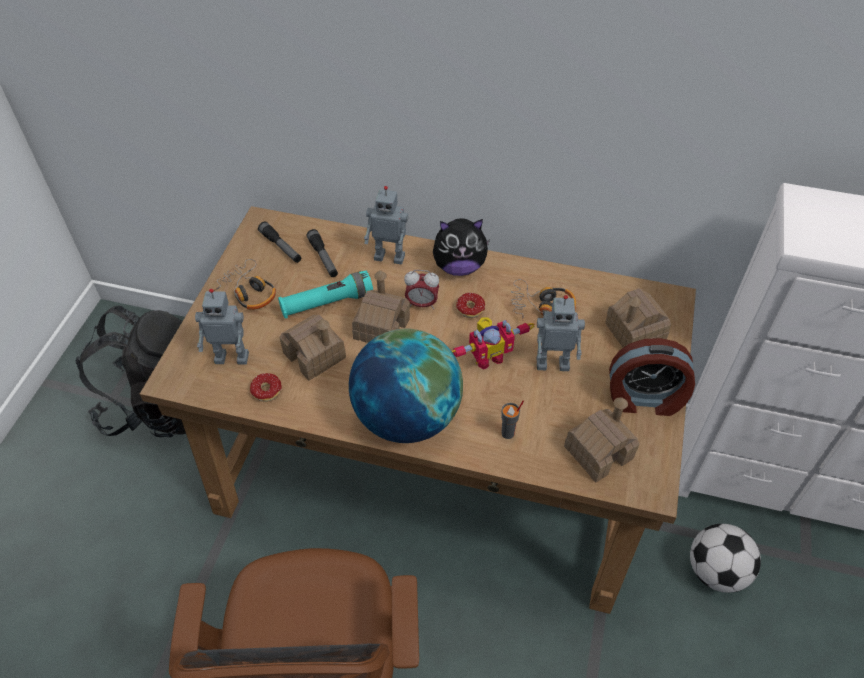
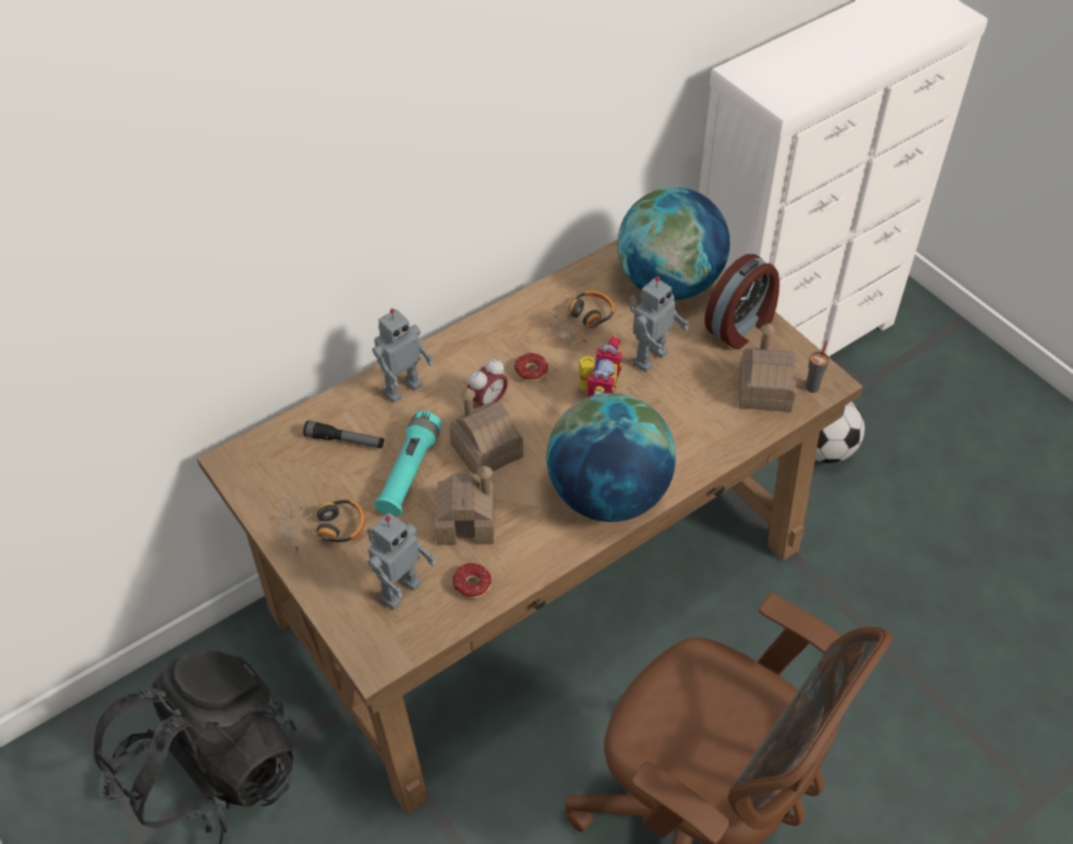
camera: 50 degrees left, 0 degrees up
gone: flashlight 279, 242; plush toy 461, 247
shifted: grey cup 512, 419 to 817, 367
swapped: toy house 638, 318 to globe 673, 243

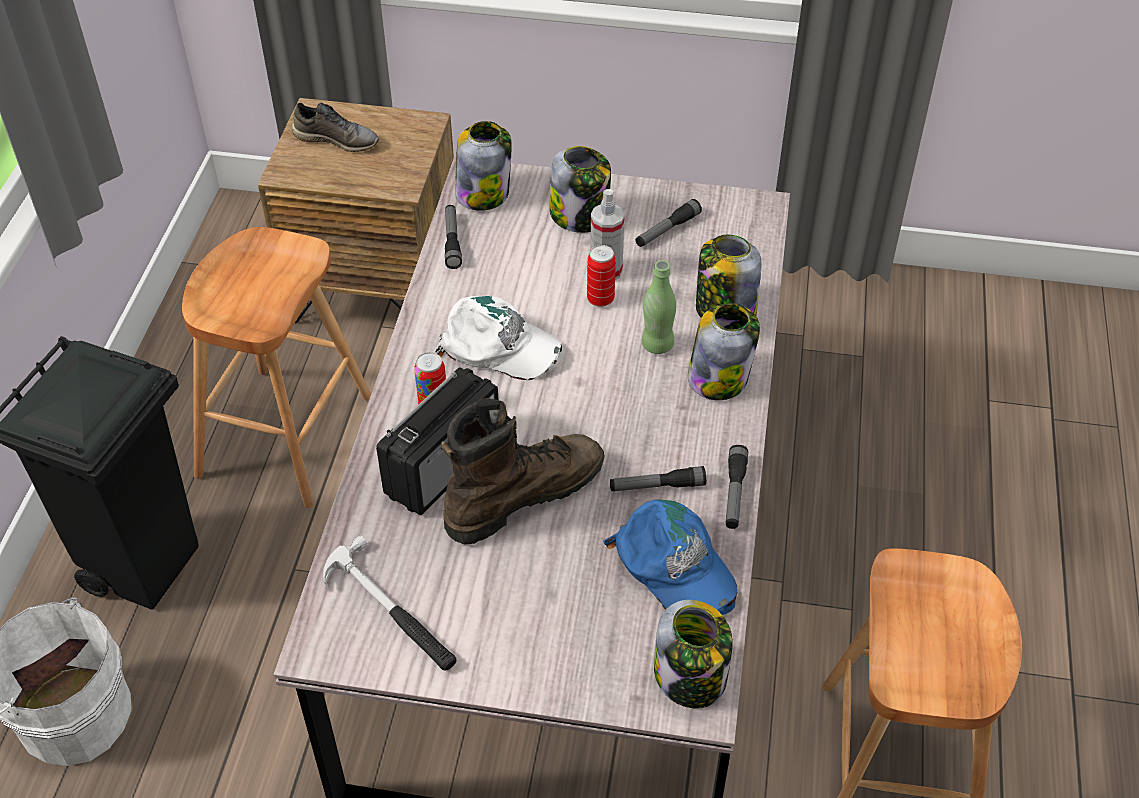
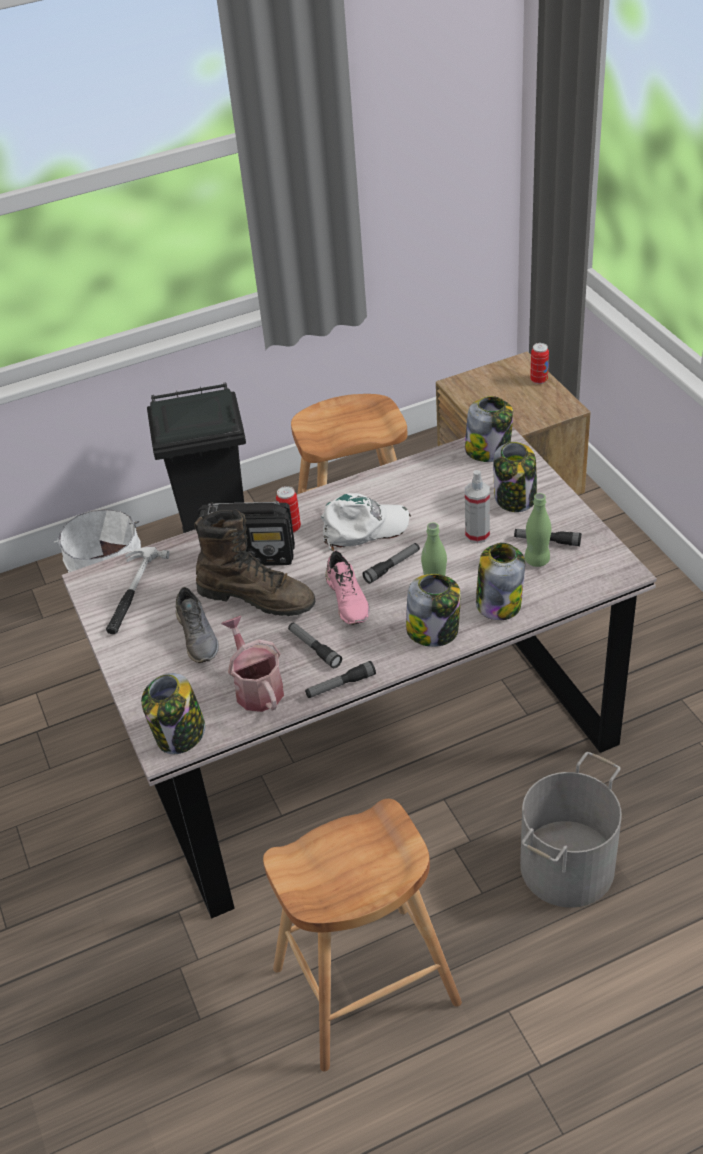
camera: 60 degrees right, 5 degrees down
new: pink shoe 347, 588; grey bucket 571, 830; green bottle 538, 530
shifted: grey shoe 335, 127 to 197, 625; flashlight 453, 237 to 391, 563; can 601, 276 to 539, 363
swapped: blue cap 670, 557 to watering can 252, 664
rotated: white cap 498, 338 = 366, 522 90 degrees counterclockwise

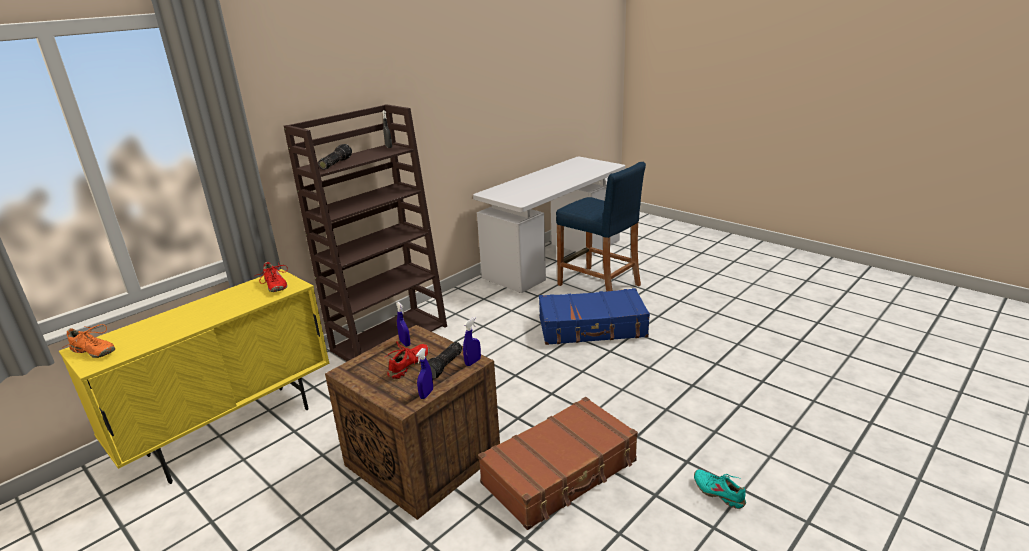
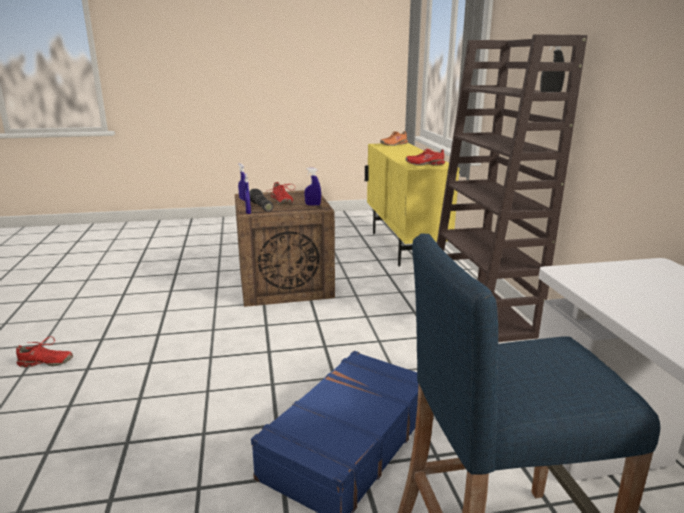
camera: 125 degrees right, 5 degrees down
gone: flashlight 335, 157; brown suitcase 558, 463
repainted: turquoise shoe 720, 489 to red shoe 44, 351

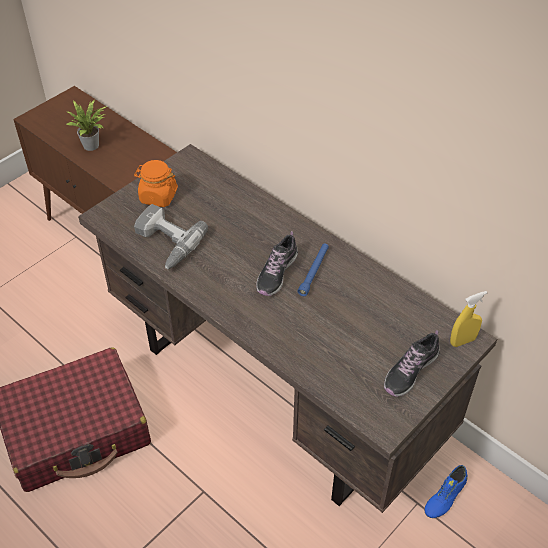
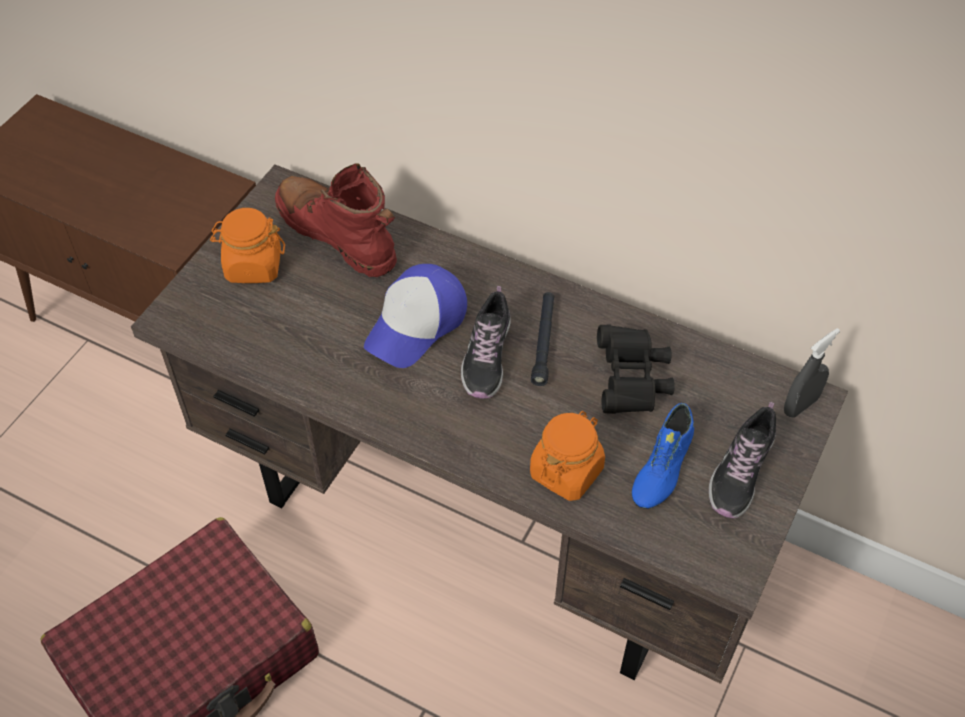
camera: 15 degrees left, 5 degrees up
gone: potted plant 87, 125; power drill 171, 236
new: red boot 336, 220; cap 415, 316; orange jar 567, 456; black binoculars 636, 369
shifted: blue shoe 446, 491 to 663, 456
repainted: blue flashlight 313, 269 to black flashlight 542, 339; yellow spray bottle 468, 319 to grey spray bottle 812, 373

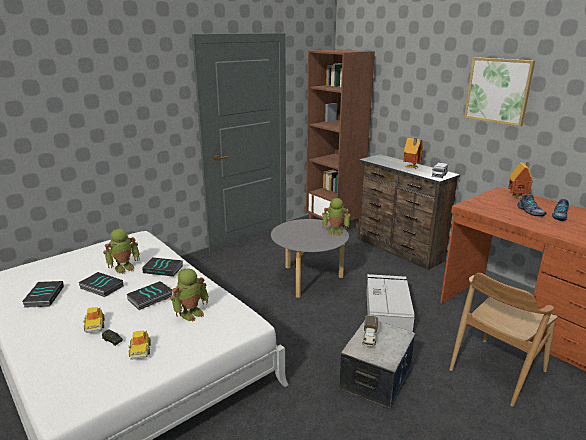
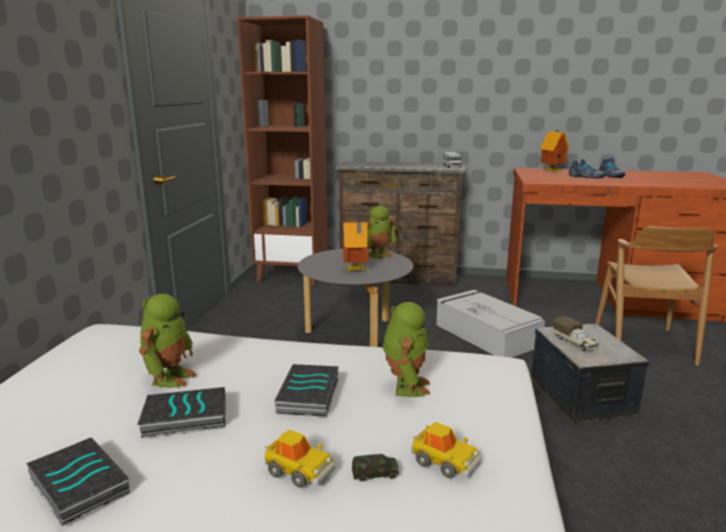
camera: 40 degrees left, 5 degrees down
gone: book 162, 267; picture 499, 91
shifted: toy house 413, 153 to 355, 246

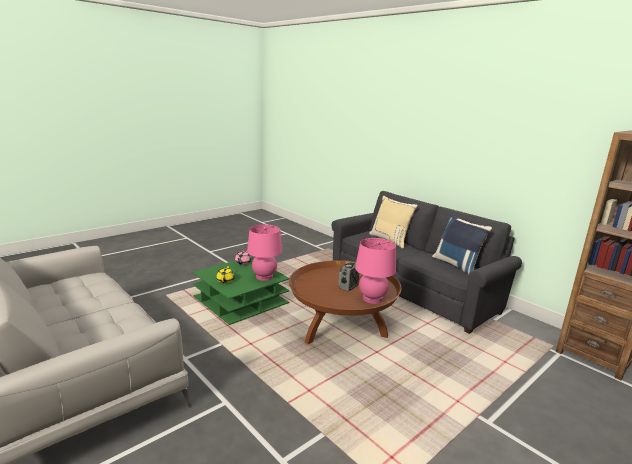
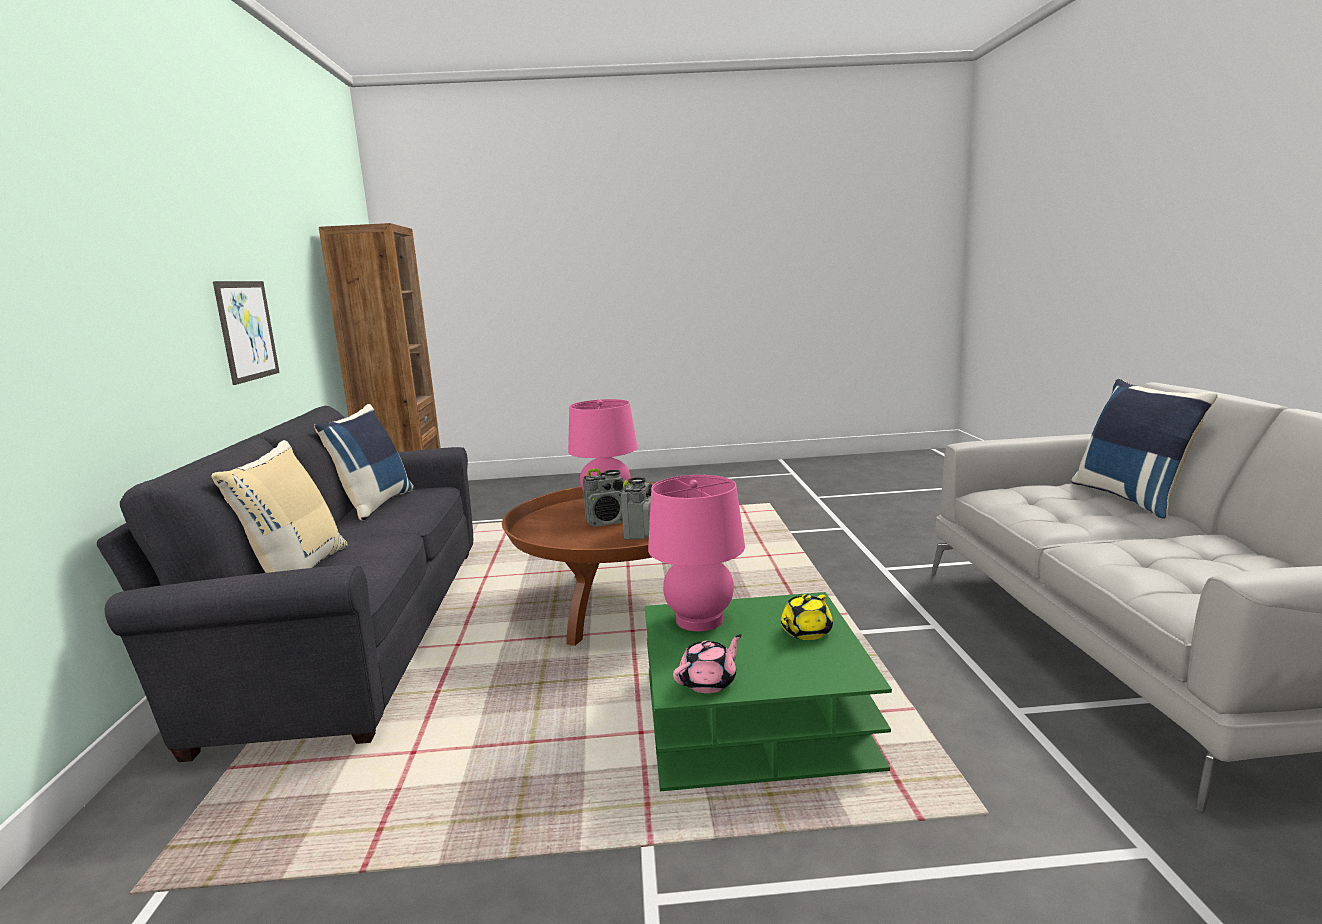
camera: 140 degrees left, 5 degrees down
new: picture 246, 333; radio 636, 508; blue pillow 1144, 449

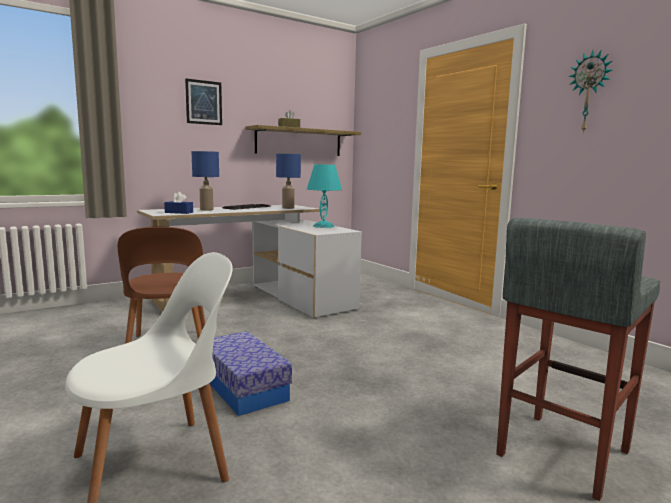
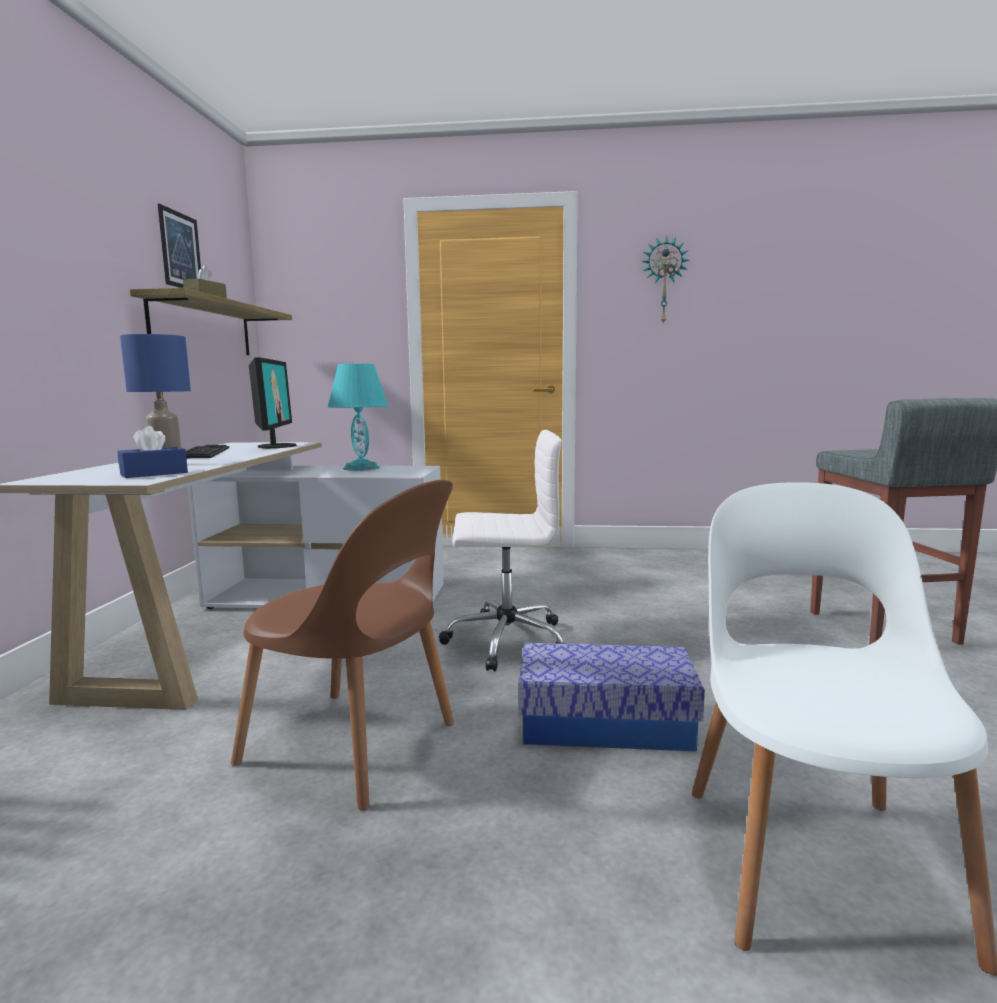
camera: 50 degrees left, 0 degrees up
new: white office chair 502, 551
shifted: picture 203, 101 to 179, 246
swapped: blue table lamp 288, 181 to monitor 273, 402

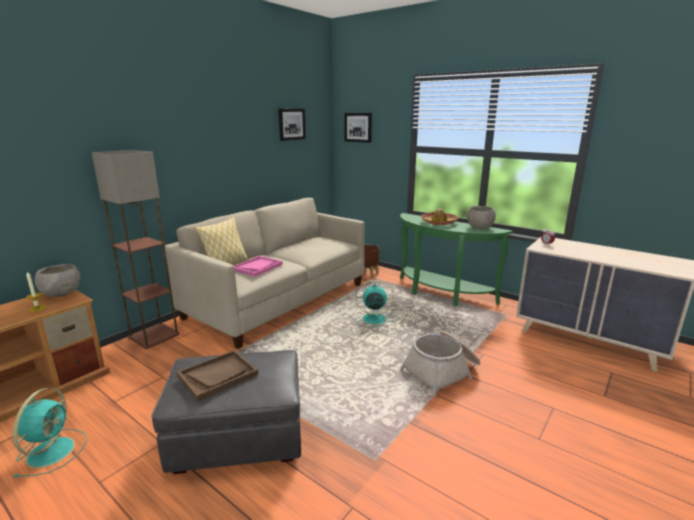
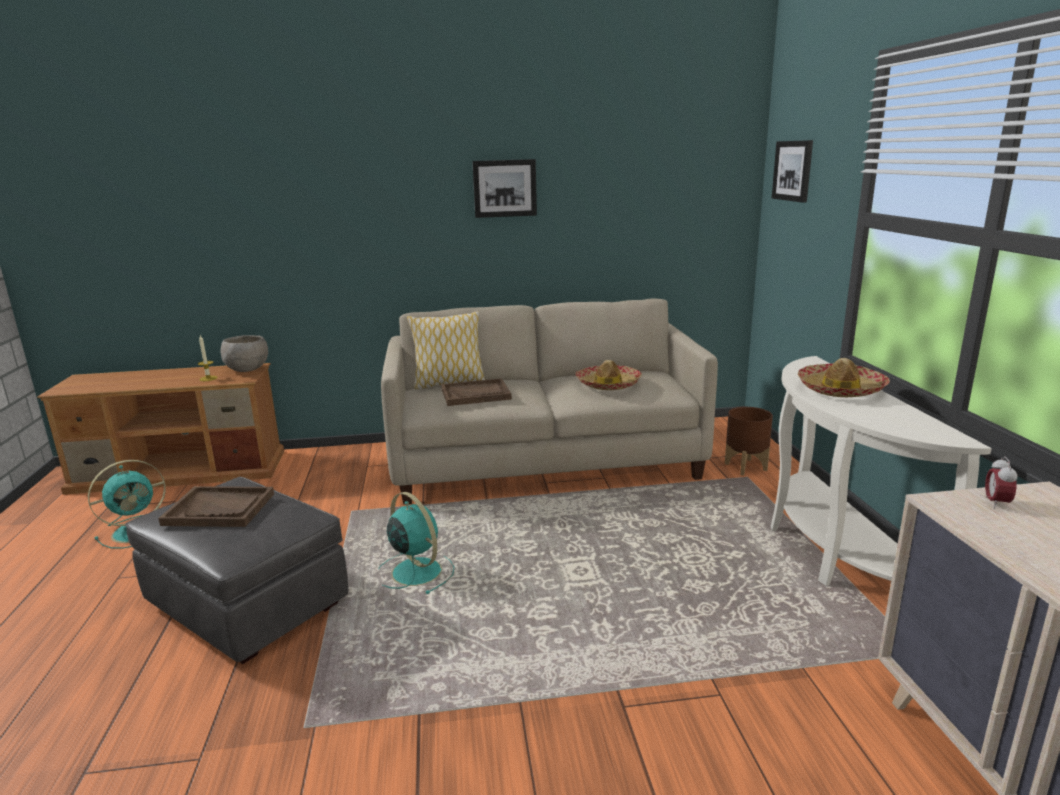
camera: 45 degrees right, 0 degrees up
gone: floor lamp 136, 249; basket 440, 363; grey bowl 481, 217
new: hat 608, 375
shifted: picture 292, 125 to 504, 188; turquoise fan 374, 304 to 416, 543
repainted: pink tray 258, 266 to brown tray 476, 392; green console table 456, 259 to white console table 881, 471

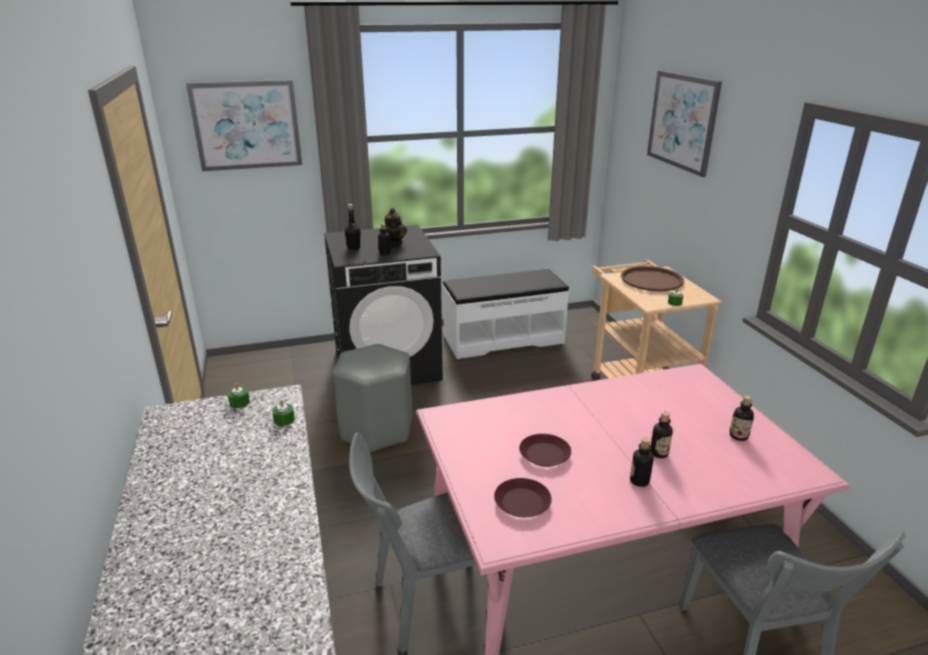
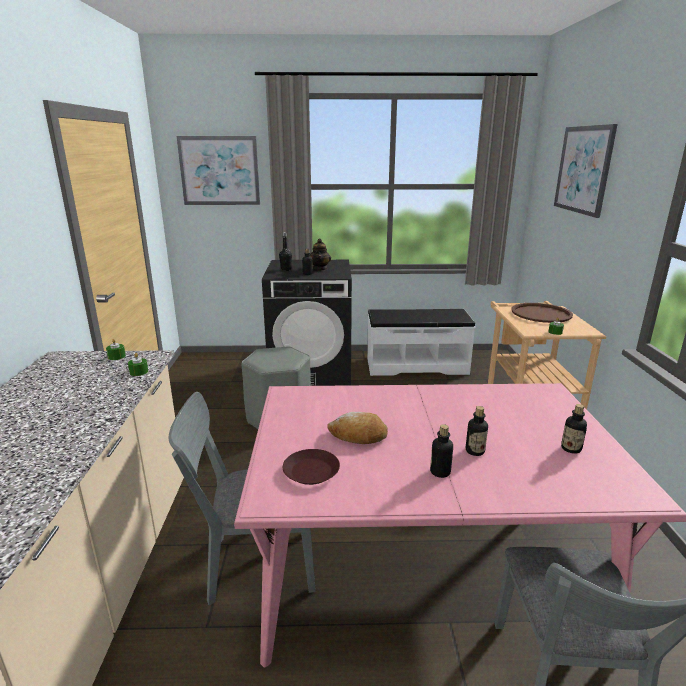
camera: 15 degrees right, 5 degrees down
swapped: brown plate 545, 450 to bread 357, 428

